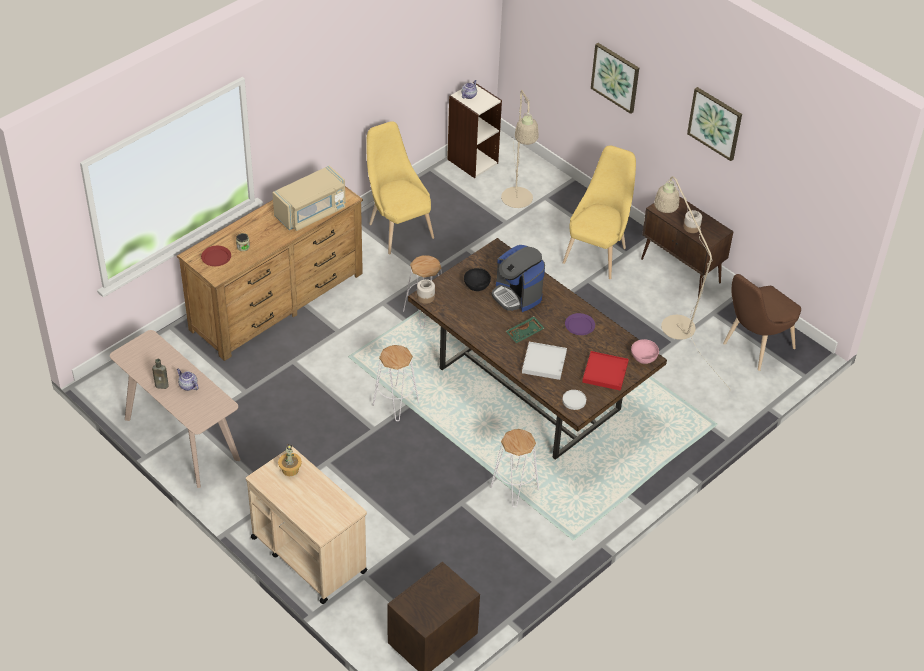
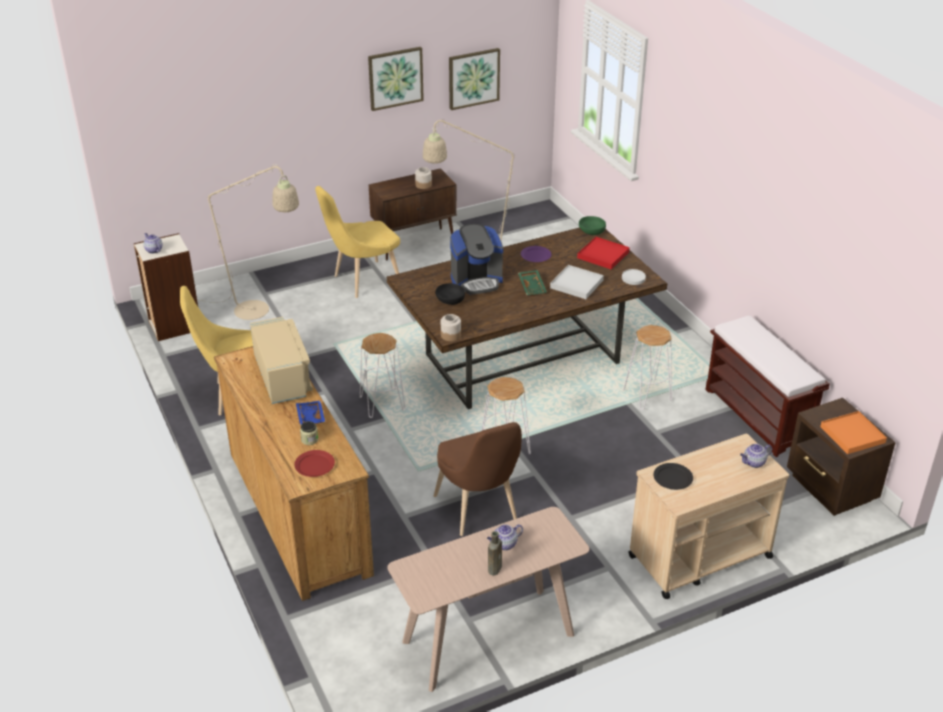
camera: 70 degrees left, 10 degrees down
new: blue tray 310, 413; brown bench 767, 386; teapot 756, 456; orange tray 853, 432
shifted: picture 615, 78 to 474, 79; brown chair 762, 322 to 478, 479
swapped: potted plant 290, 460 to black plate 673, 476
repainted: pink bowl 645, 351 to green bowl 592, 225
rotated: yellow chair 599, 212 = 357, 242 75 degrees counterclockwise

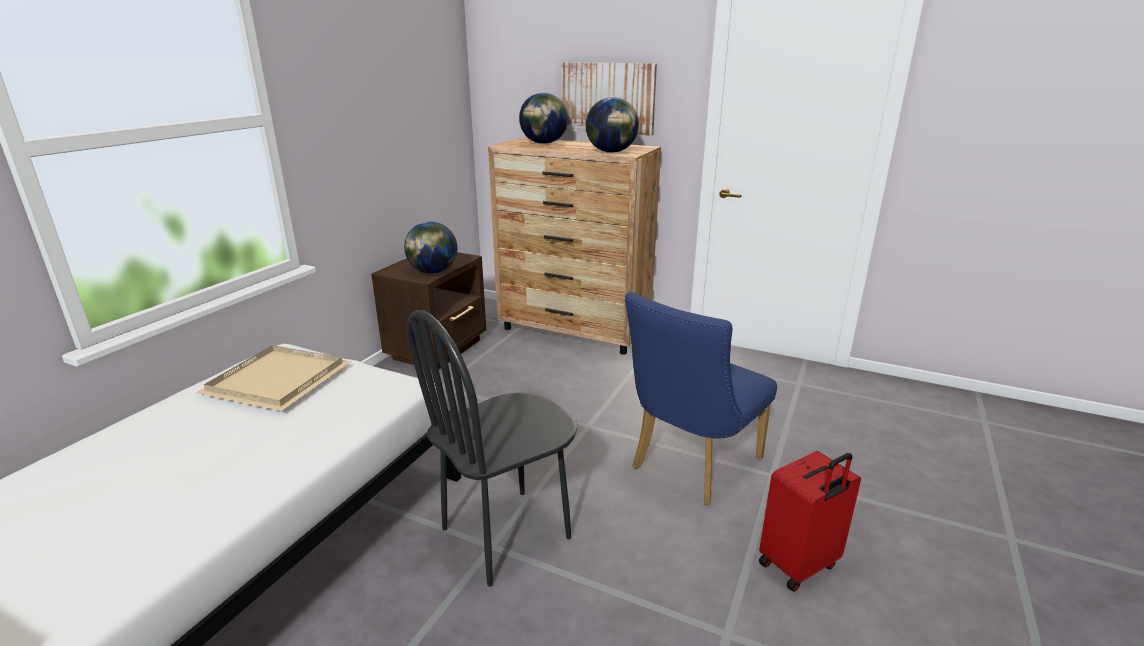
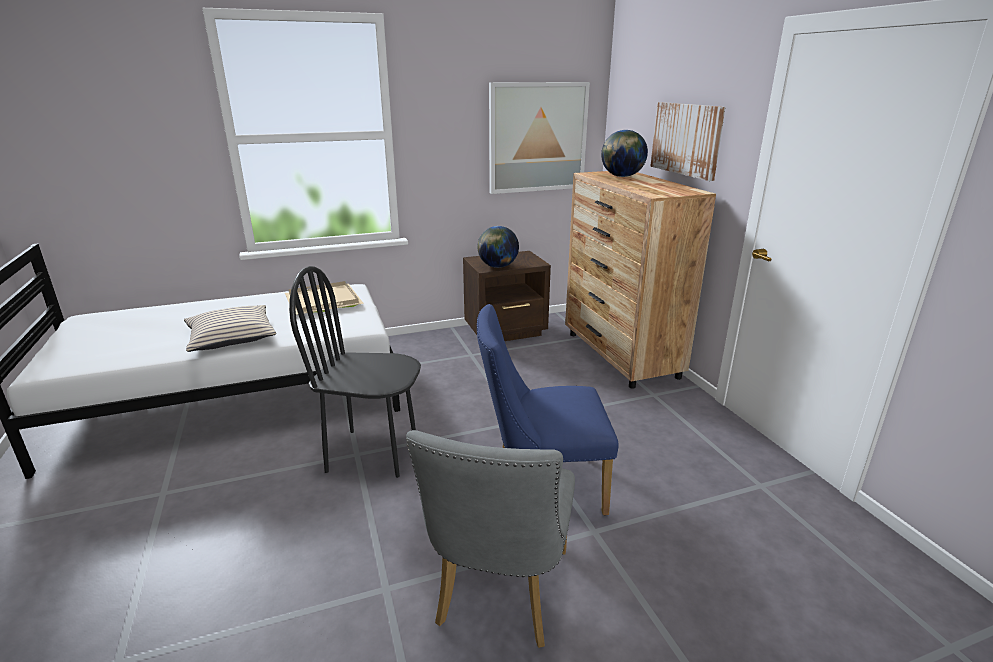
camera: 45 degrees right, 0 degrees up
gone: globe 612, 125
new: beige pillow 230, 328; picture 539, 138
swapped: red suitcase 810, 521 to grey chair 490, 539

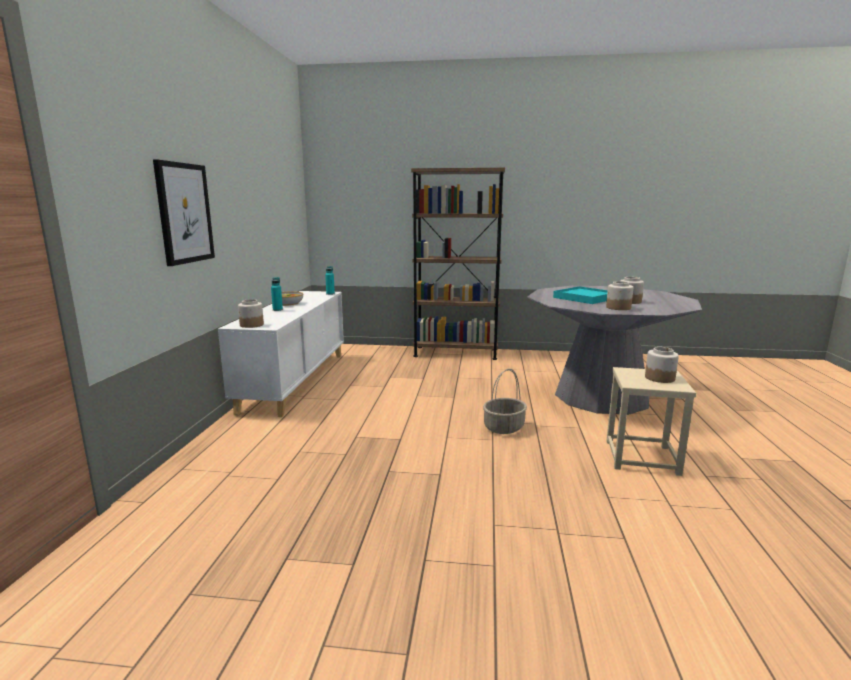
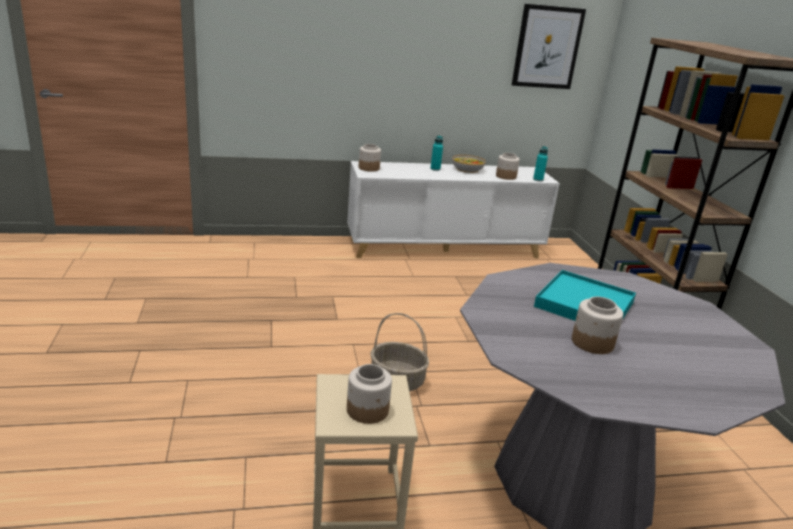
camera: 70 degrees right, 10 degrees up
shifted: picture 184, 213 to 549, 46; jar 619, 295 to 508, 166

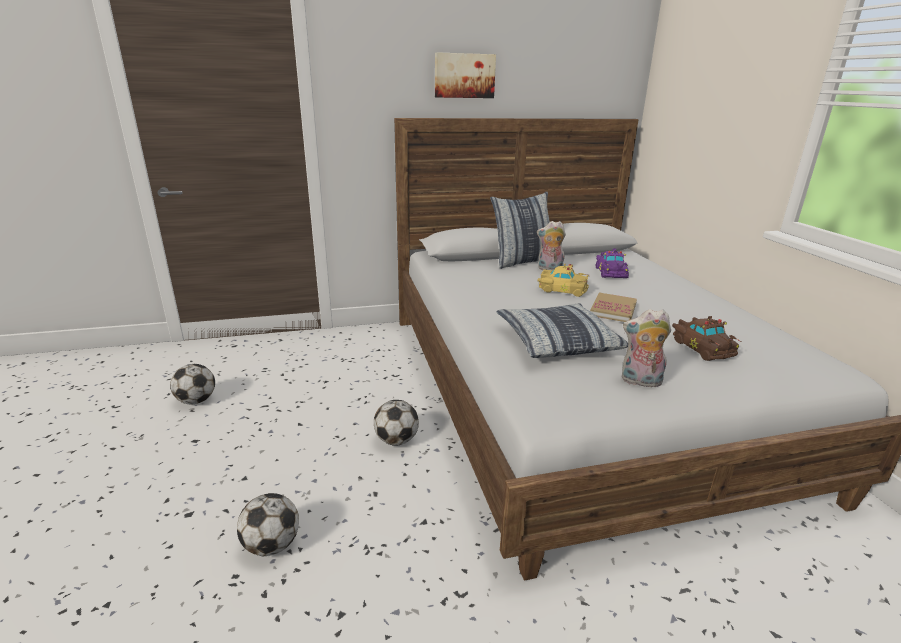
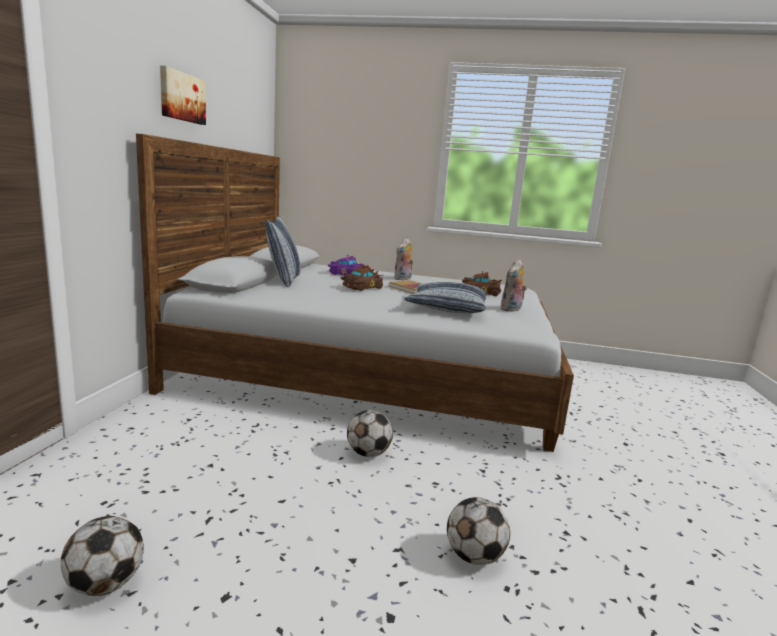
camera: 65 degrees left, 10 degrees down
shifted: plush toy 551, 245 to 403, 259
repainted: yellow toy car 563, 280 to brown toy car 362, 278

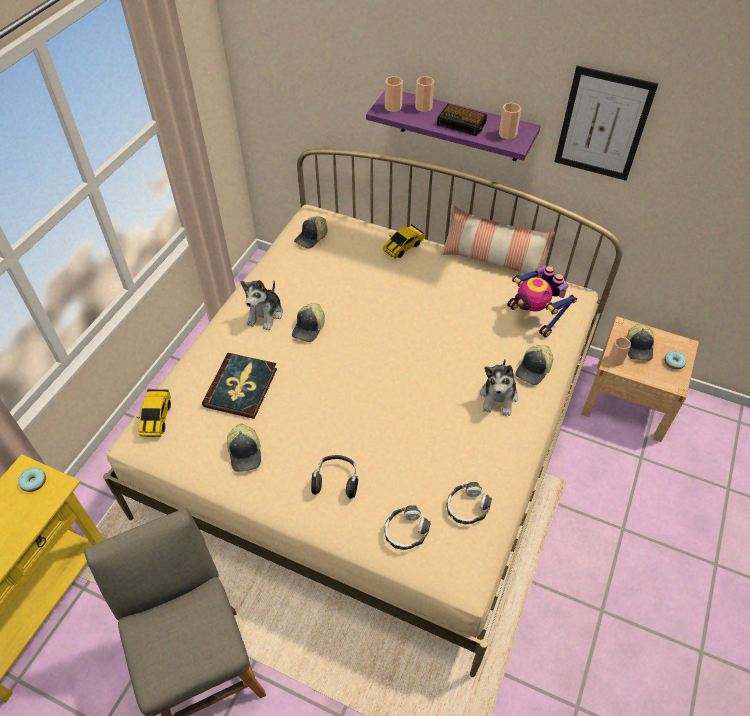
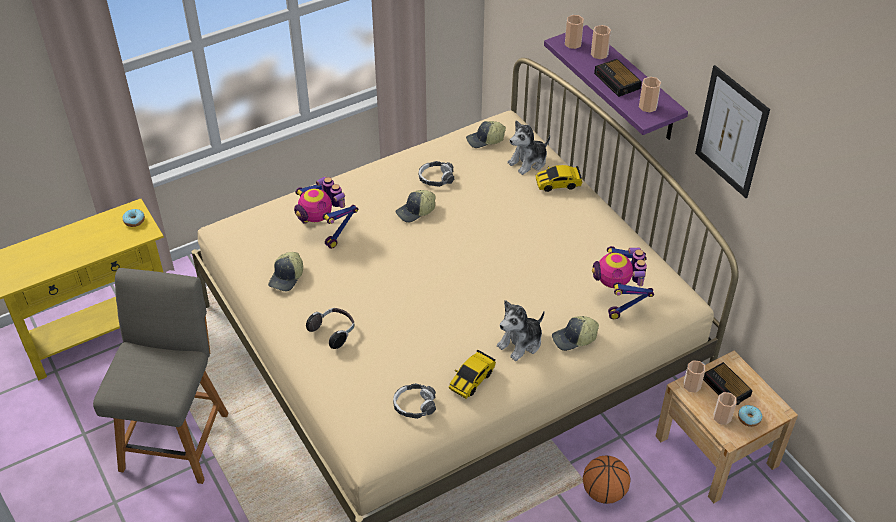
camera: 35 degrees right, 5 degrees down
gone: pillow 497, 239
new: basketball 606, 479; cup 725, 408
shifted: toy car 154, 413 to 472, 374; plush toy 262, 305 to 528, 148; headphones 407, 527 to 436, 174
swapped: book 239, 386 to toy robot 326, 212; cap 640, 342 to alarm clock 728, 383

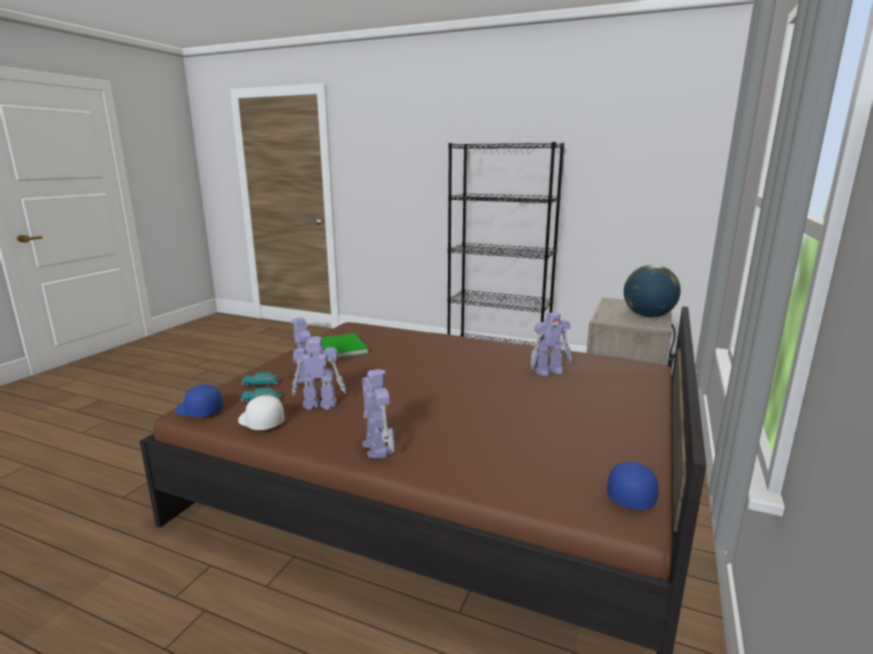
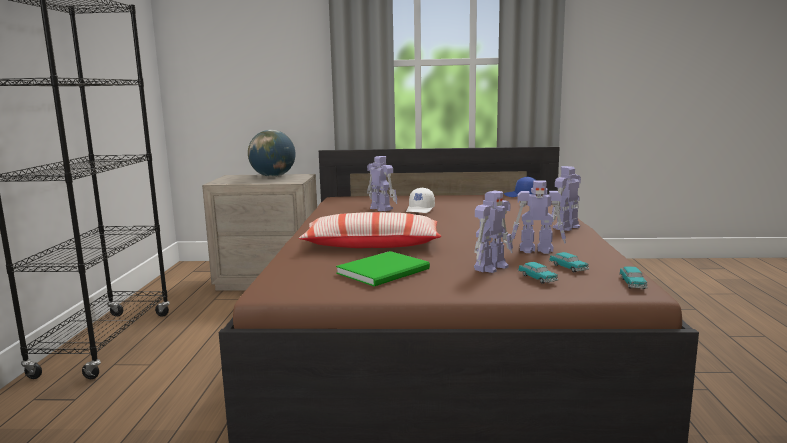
camera: 110 degrees left, 5 degrees down
new: pillow 370, 230
shifted: white cap 261, 412 to 420, 200
swapped: blue cap 199, 400 to toy car 633, 278
rotated: toy robot 319, 373 = 538, 217 60 degrees counterclockwise

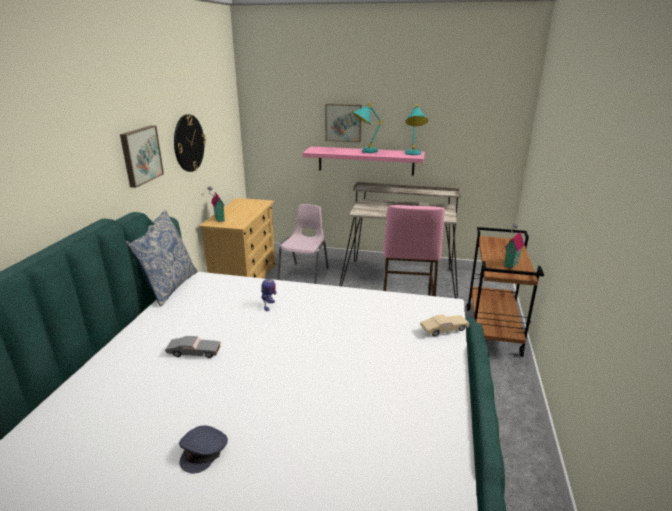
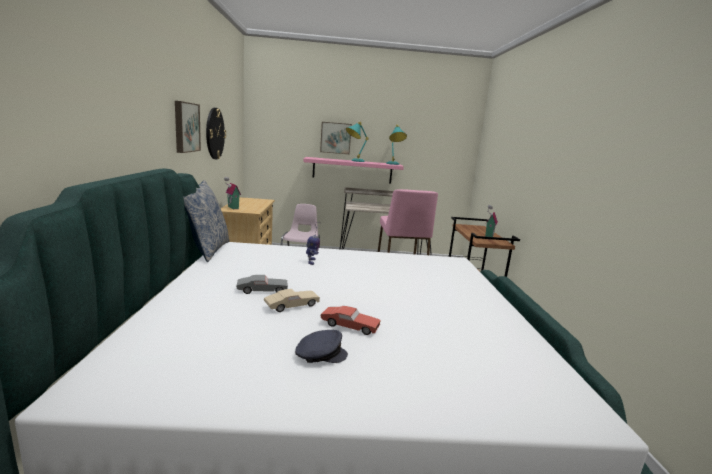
camera: 15 degrees left, 10 degrees down
new: red toy car 350, 320
shifted: beige toy car 445, 325 to 292, 300
rotated: grey cap 203, 449 = 321, 346 105 degrees counterclockwise

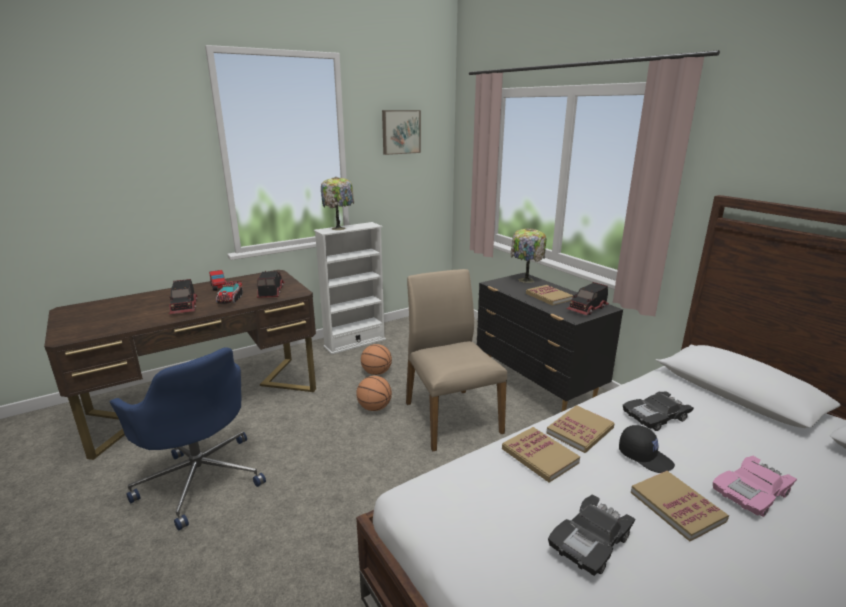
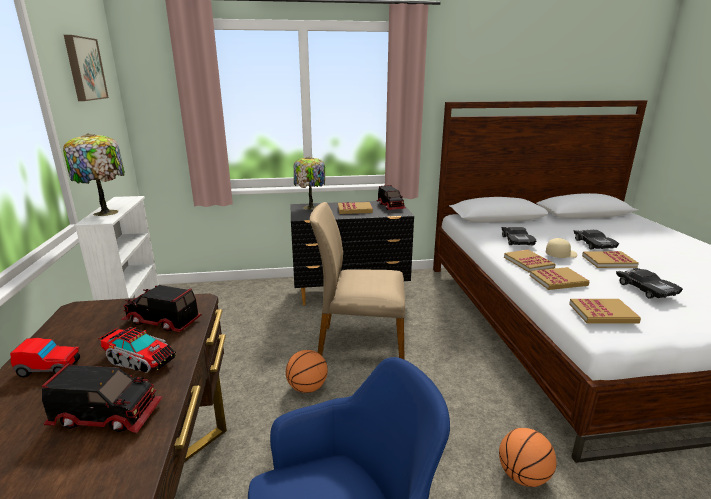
camera: 65 degrees left, 0 degrees up
new: book 605, 311
shifted: basketball 376, 359 to 527, 457
repainted: black cap 647, 449 to beige cap 561, 248; pink toy car 755, 486 to black toy car 596, 239

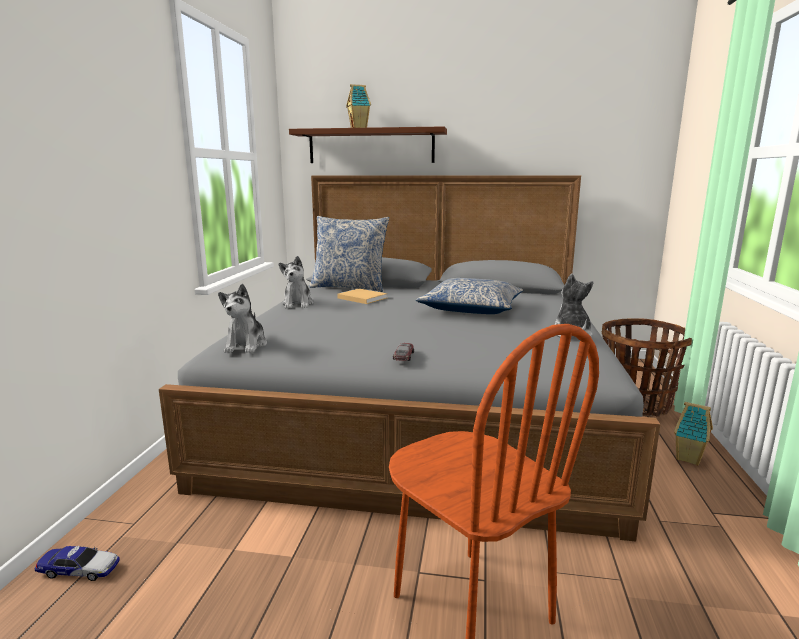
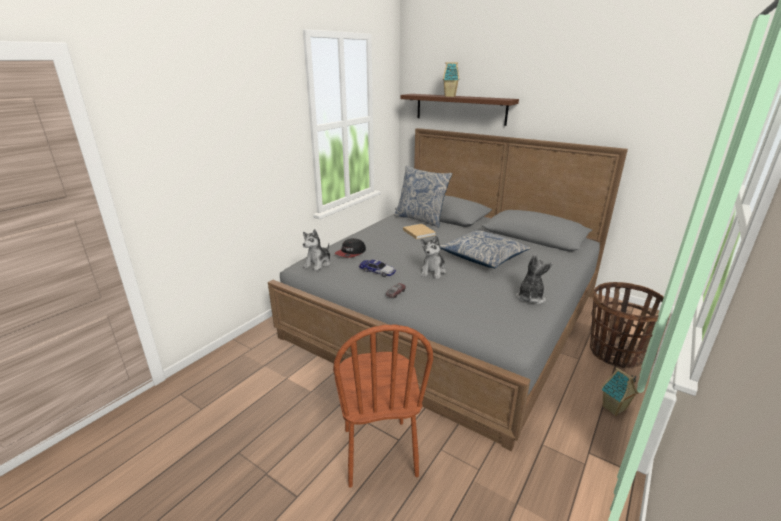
camera: 25 degrees right, 10 degrees up
new: cap 350, 248
shifted: toy car 77, 563 to 377, 268; plush toy 296, 282 to 433, 257

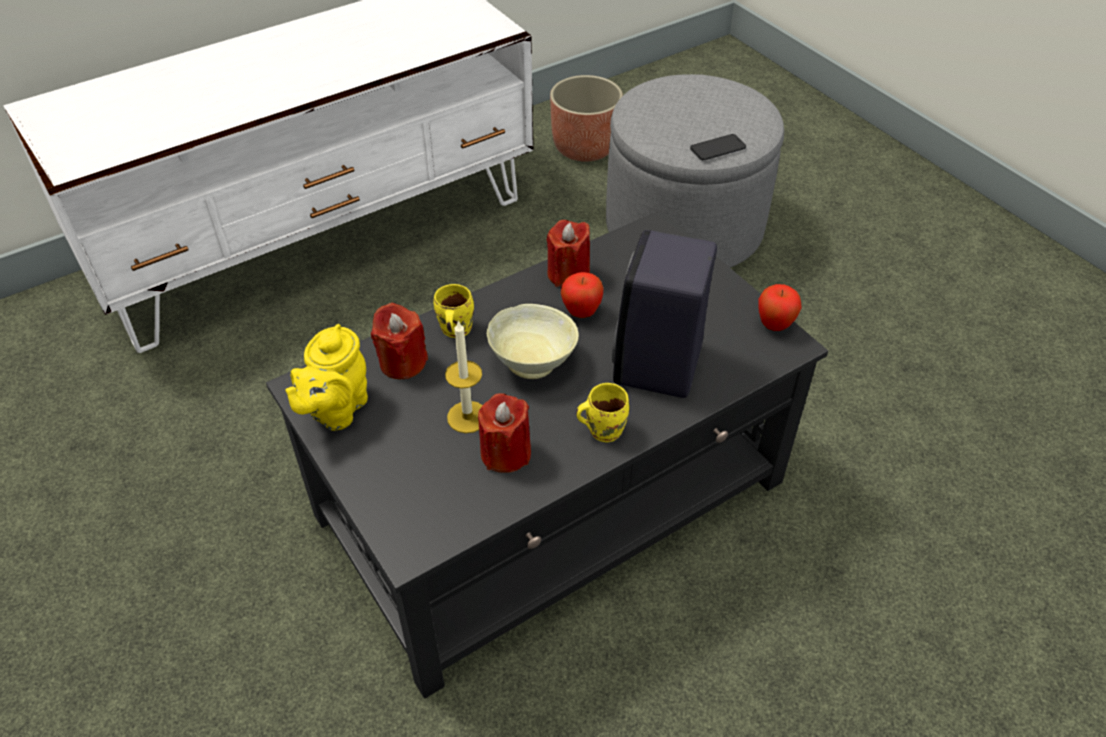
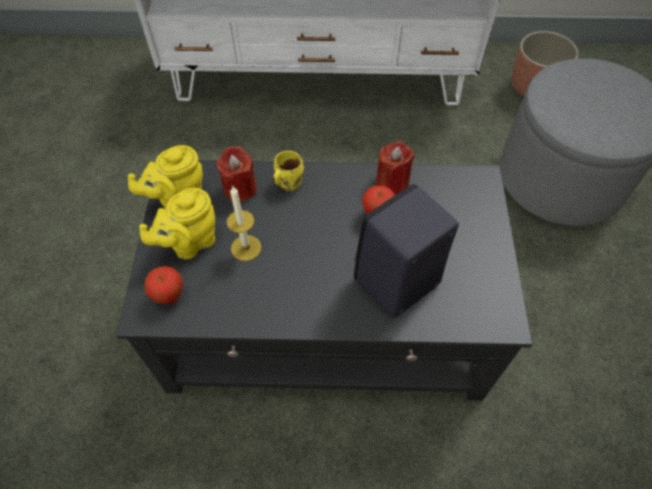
camera: 35 degrees right, 10 degrees up
gone: red candle 504, 433; beige bowl 533, 341; yellow mug 602, 412; phone 718, 147
new: yellow teapot 177, 224
shifted: apple 780, 307 to 163, 285

